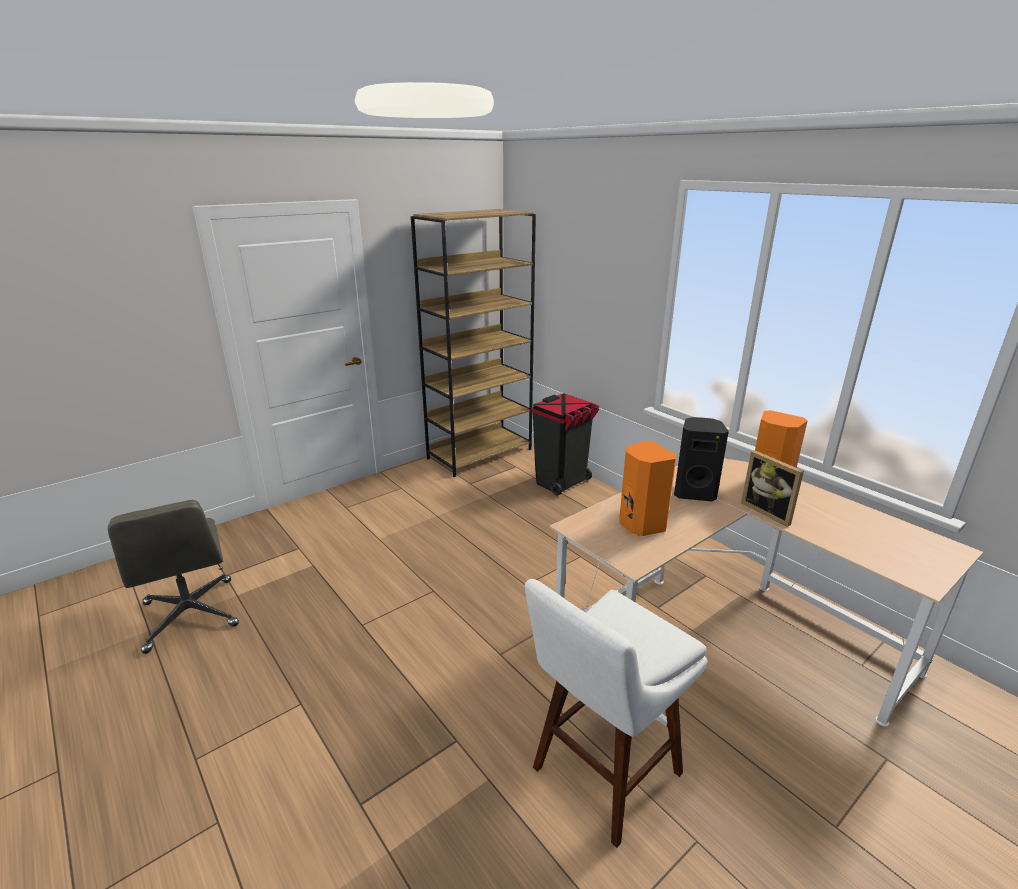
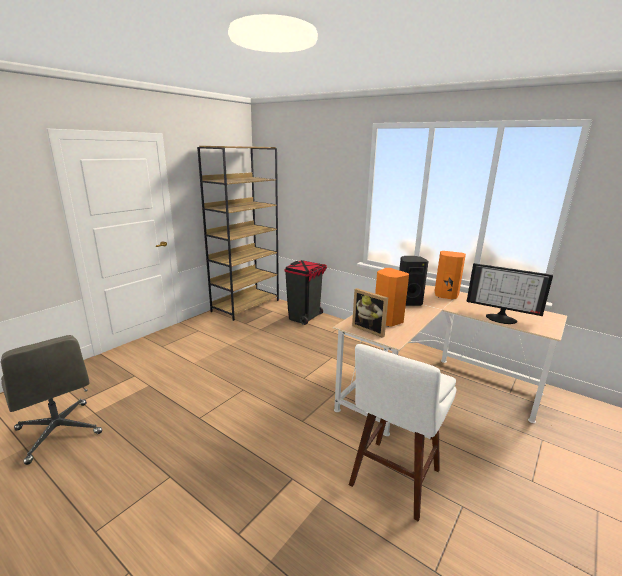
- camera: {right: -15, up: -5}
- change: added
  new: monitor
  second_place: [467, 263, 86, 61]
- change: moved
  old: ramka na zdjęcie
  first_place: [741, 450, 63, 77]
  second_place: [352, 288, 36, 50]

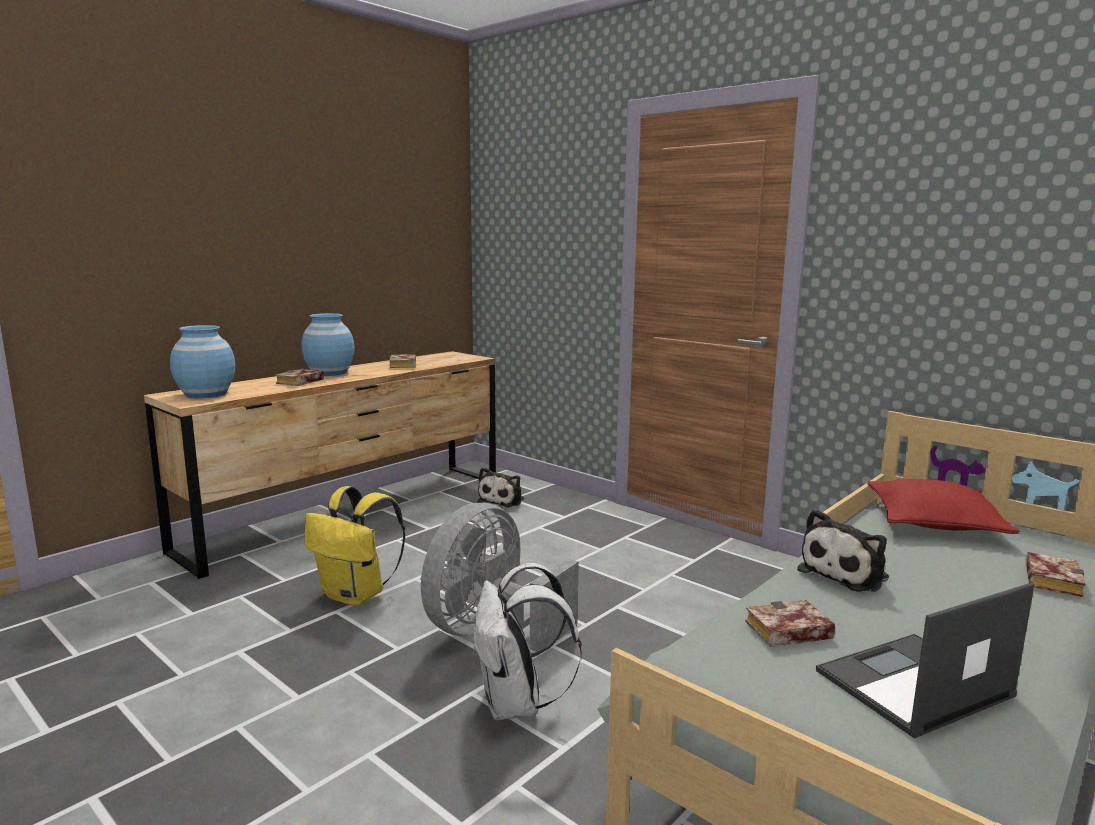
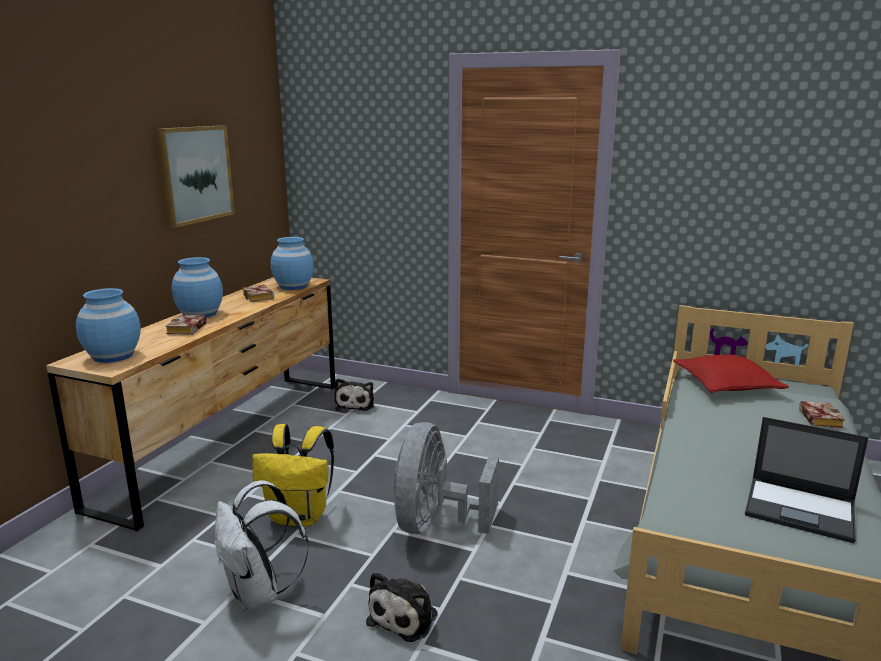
- camera: {right: -20, up: 5}
- change: removed
  old: książka
  first_place: [745, 600, 90, 47]
- change: added
  new: obraz
  second_place: [156, 125, 79, 103]
- change: added
  new: wazon [niebieski]
  second_place: [271, 237, 43, 53]
- change: moved
  old: plecak [biały]
  first_place: [472, 563, 110, 157]
  second_place: [215, 480, 94, 131]
- change: moved
  old: pluszak
  first_place: [797, 509, 92, 83]
  second_place: [366, 572, 72, 70]
- change: turned
  old: laptop
  first_place: [816, 582, 218, 156]
  second_place: [745, 417, 124, 126]
  degrees: -105

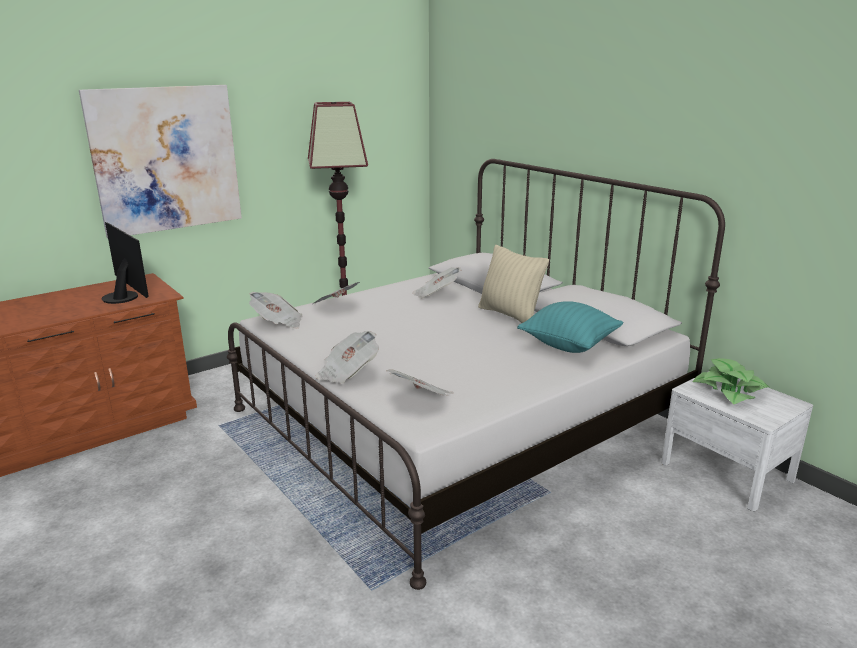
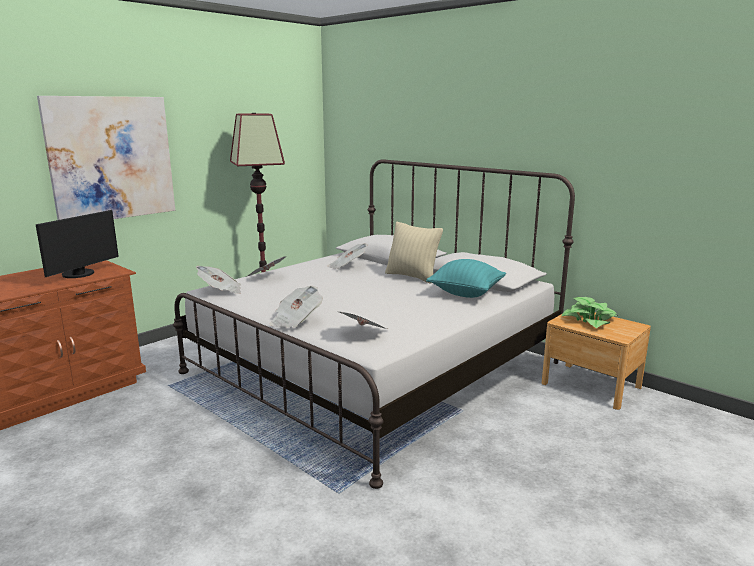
- camera: {right: -10, up: -5}
- change: recoloured
  old: szafka nocna [biały]
  new: szafka nocna [brązowy]
  first_place: [661, 371, 152, 140]
  second_place: [542, 312, 109, 98]
- change: turned
  old: monitor
  first_place: [102, 222, 47, 82]
  second_place: [35, 210, 84, 68]
  degrees: 75

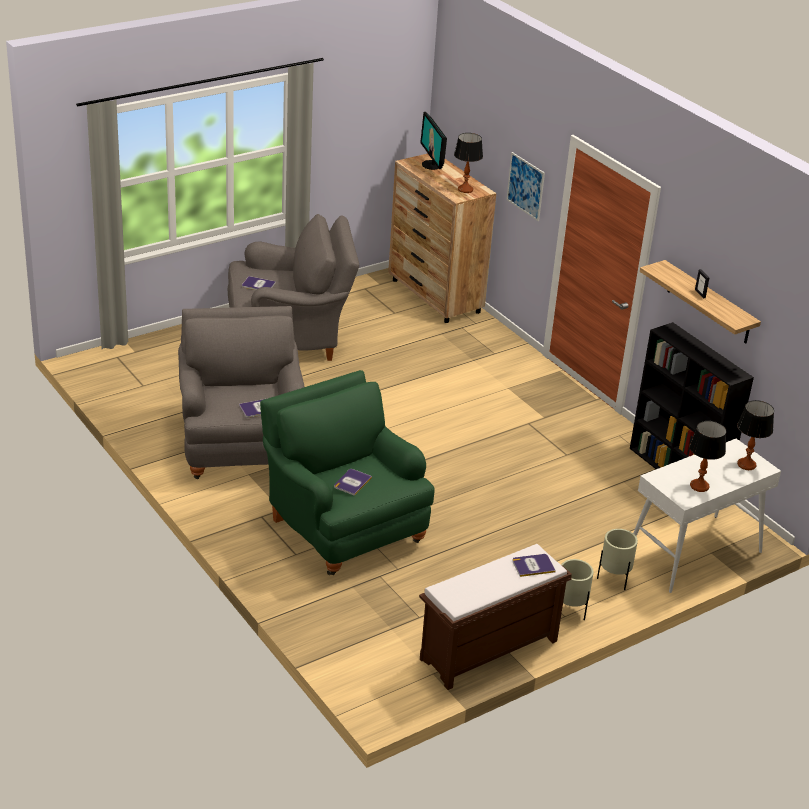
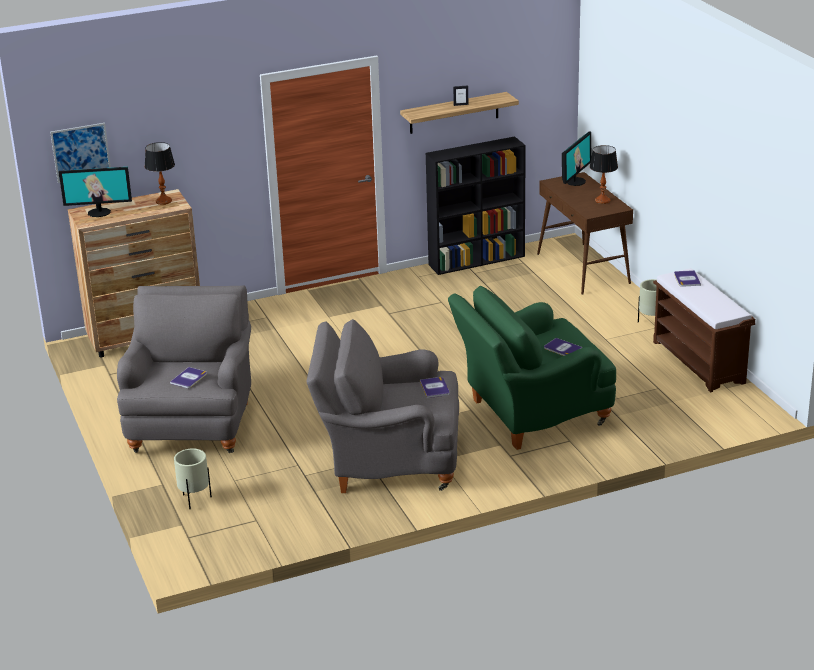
- camera: {right: -75, up: -5}
- change: moved
  old: obraz
  first_place: [506, 152, 39, 69]
  second_place: [50, 123, 61, 60]
- change: moved
  old: donica [beżowy]
  first_place: [597, 529, 41, 61]
  second_place: [174, 448, 38, 61]
- change: replaced
  old: lampa stołowa
  new: monitor
  first_place: [737, 400, 37, 70]
  second_place: [562, 131, 29, 55]
- change: recoloured
  old: stolik konsolowy [biały]
  new: stolik konsolowy [brązowy]
  first_place: [633, 438, 148, 155]
  second_place: [537, 172, 96, 123]

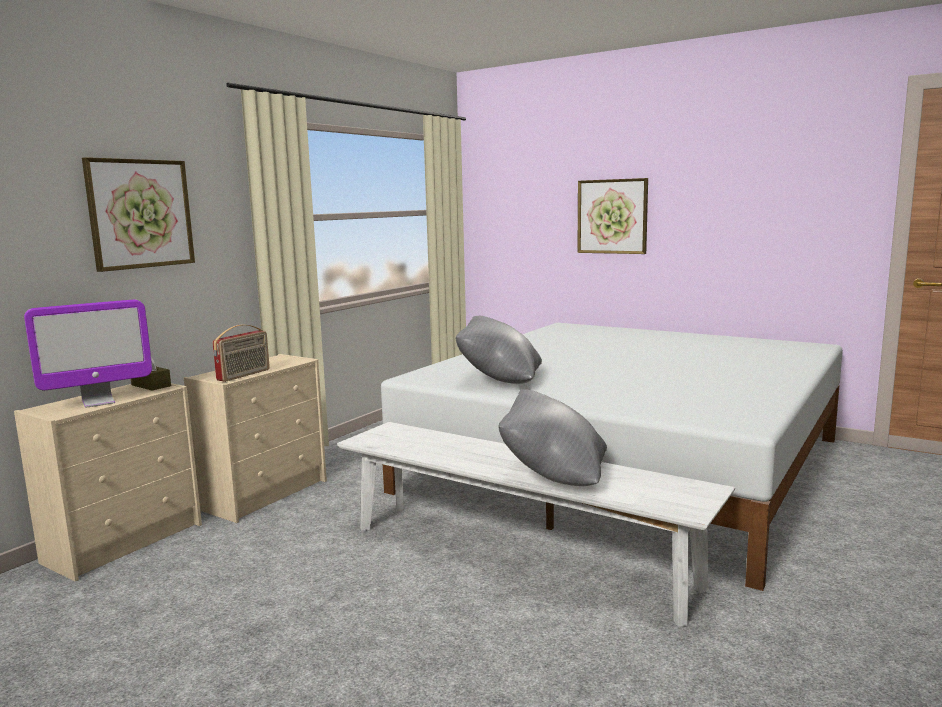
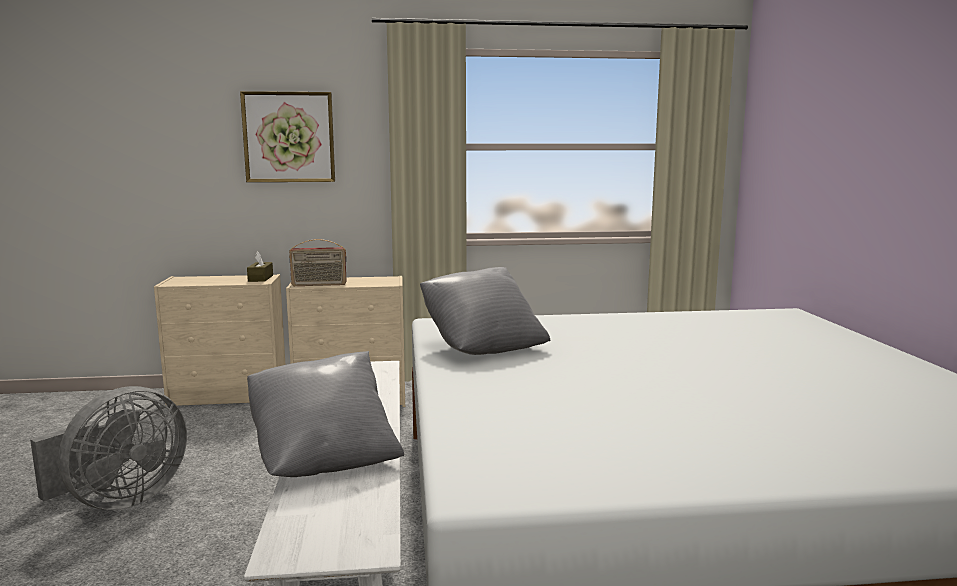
- camera: {right: 50, up: 0}
- change: removed
  old: monitor
  first_place: [24, 300, 128, 108]
- change: removed
  old: obraz
  first_place: [577, 178, 71, 76]
- change: added
  new: wentylator [szary]
  second_place: [30, 386, 157, 124]

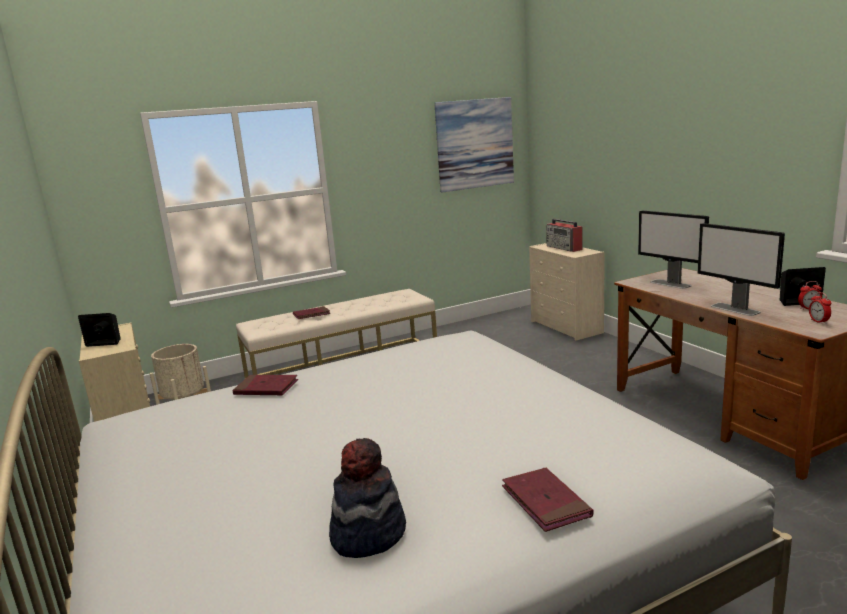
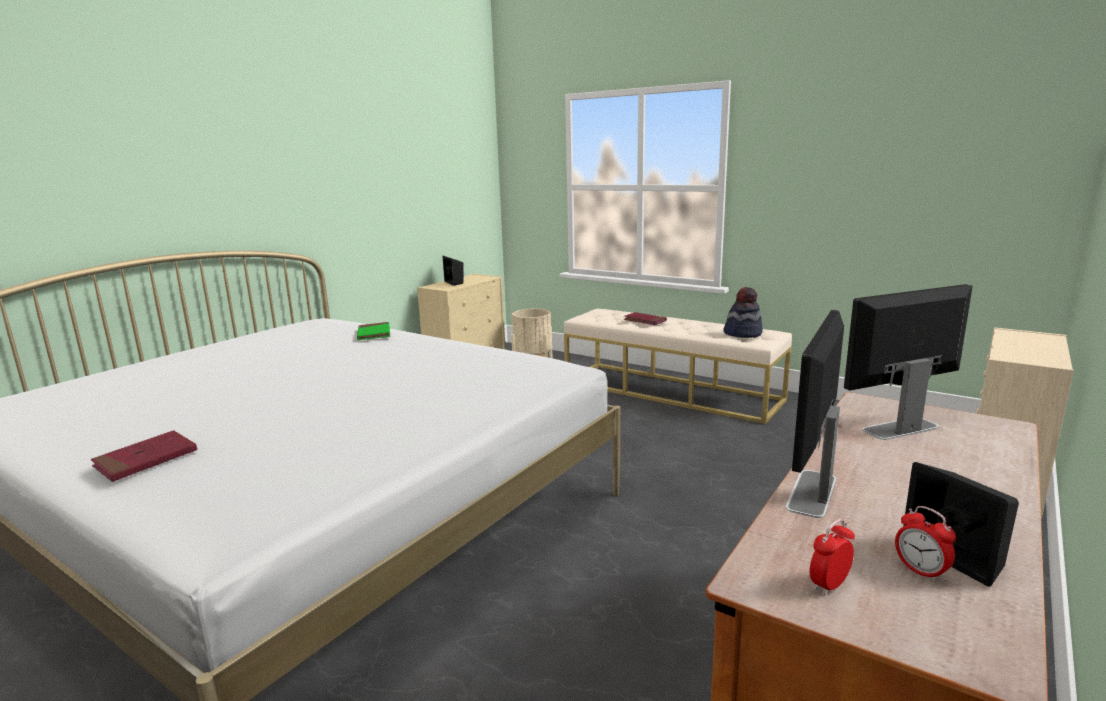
- camera: {right: 60, up: 0}
- change: removed
  old: obraz
  first_place: [434, 97, 80, 96]
- change: removed
  old: radio
  first_place: [546, 219, 37, 33]
- change: moved
  old: kapelusz
  first_place: [329, 438, 77, 120]
  second_place: [723, 287, 40, 51]
- change: recoloured
  old: książka [czerwony]
  new: książka [zielony]
  first_place: [232, 375, 66, 21]
  second_place: [357, 322, 33, 18]
- change: turned
  old: monitor
  first_place: [638, 210, 71, 79]
  second_place: [844, 284, 129, 156]
  degrees: 45

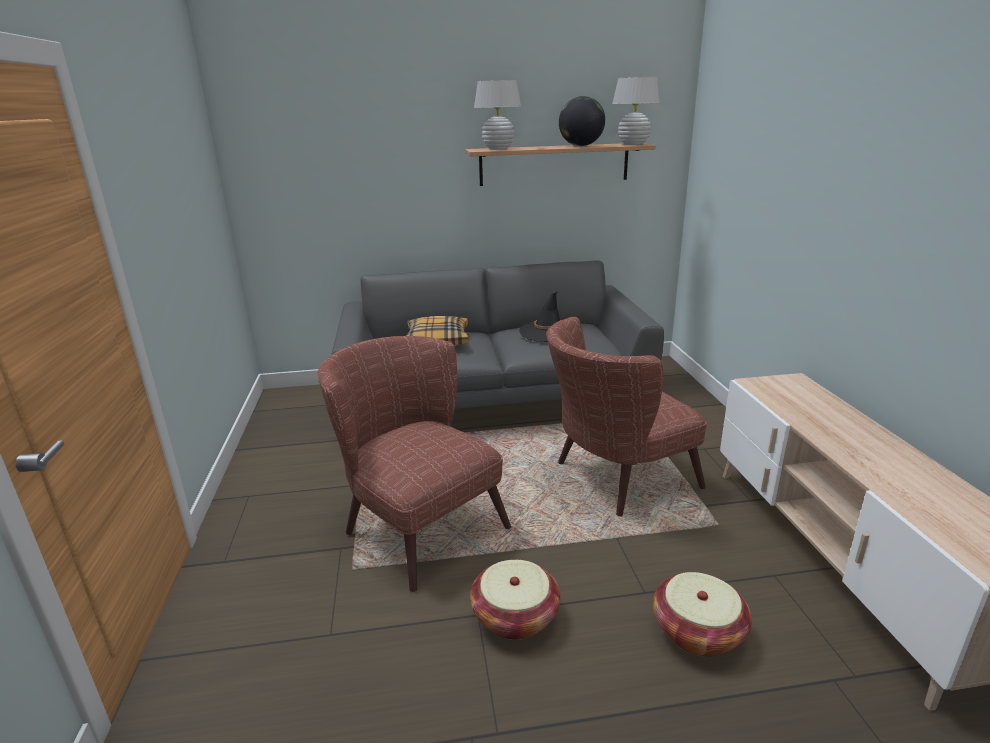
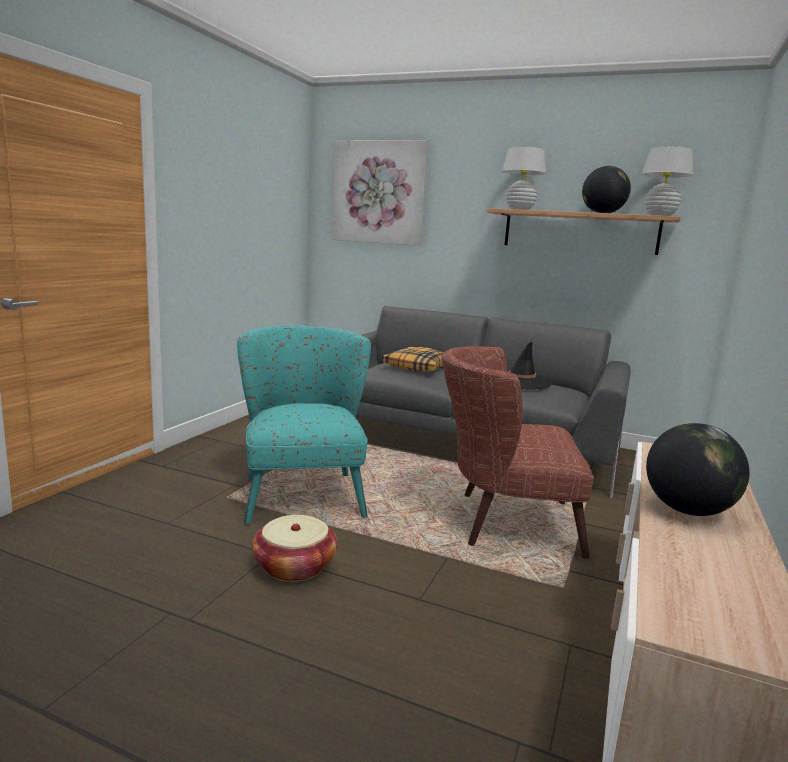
- camera: {right: 30, up: -10}
- change: removed
  old: koszyk
  first_place: [653, 572, 99, 85]
- change: added
  new: obraz
  second_place: [332, 140, 96, 106]
- change: added
  new: globus
  second_place: [646, 423, 104, 93]
- change: recoloured
  old: fotel [brązowy]
  new: fotel [turkusowy]
  first_place: [318, 336, 193, 256]
  second_place: [237, 326, 134, 198]

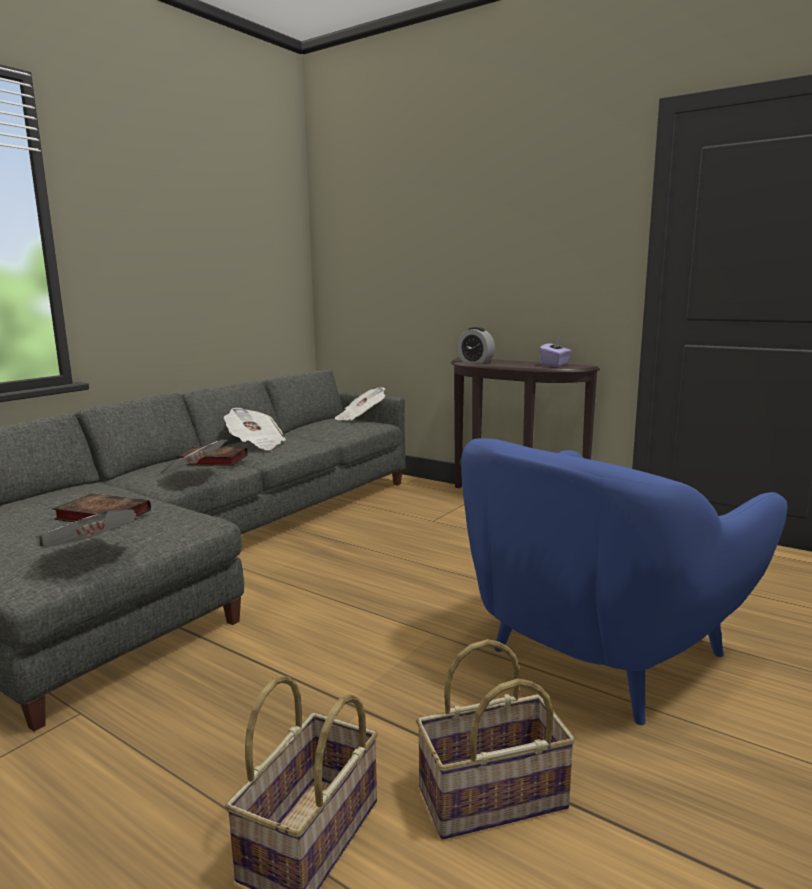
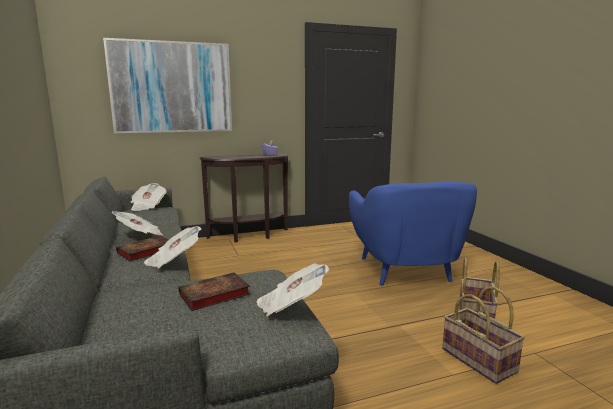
- camera: {right: -55, up: 0}
- change: removed
  old: budzik
  first_place: [457, 327, 38, 37]
- change: added
  new: obraz
  second_place: [103, 38, 129, 95]

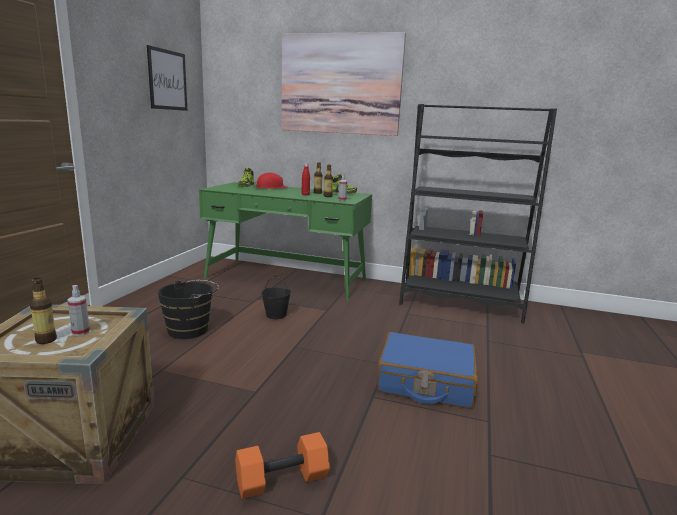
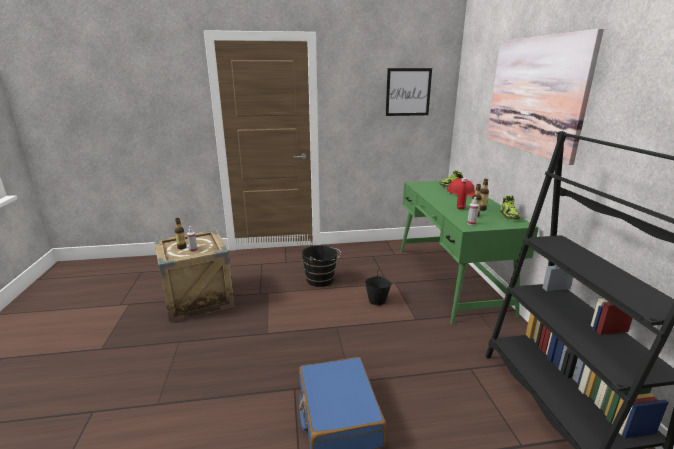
- camera: {right: 65, up: 5}
- change: removed
  old: hantel [pomarańczowy]
  first_place: [235, 432, 95, 67]

